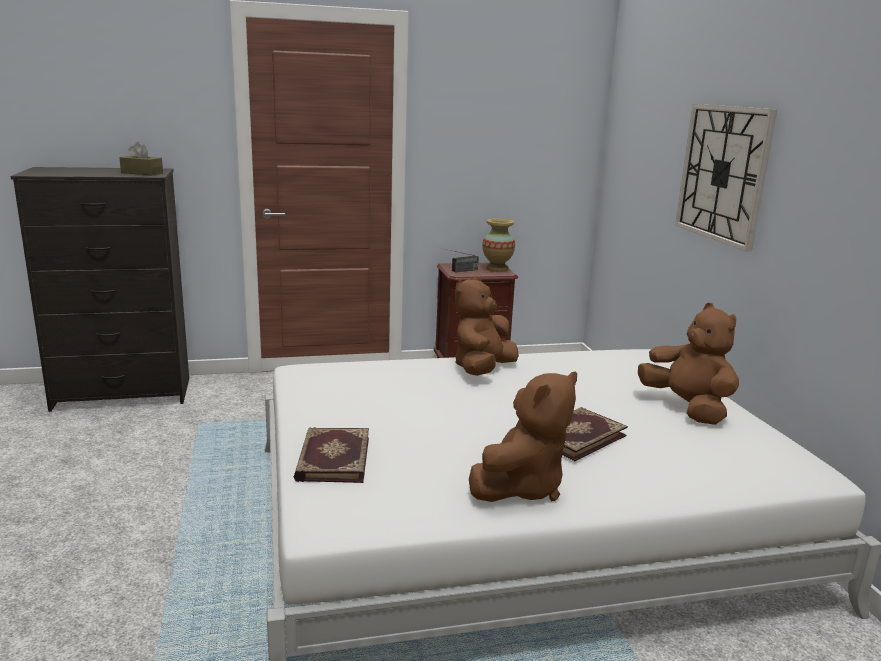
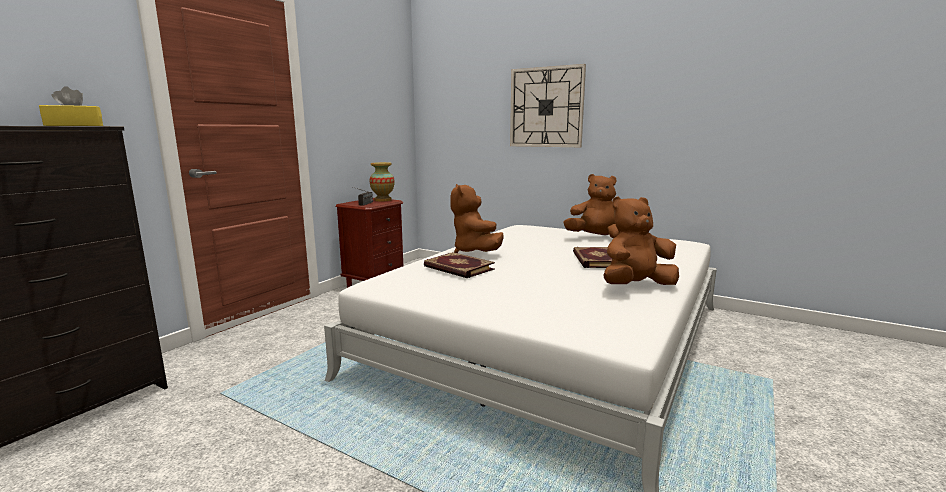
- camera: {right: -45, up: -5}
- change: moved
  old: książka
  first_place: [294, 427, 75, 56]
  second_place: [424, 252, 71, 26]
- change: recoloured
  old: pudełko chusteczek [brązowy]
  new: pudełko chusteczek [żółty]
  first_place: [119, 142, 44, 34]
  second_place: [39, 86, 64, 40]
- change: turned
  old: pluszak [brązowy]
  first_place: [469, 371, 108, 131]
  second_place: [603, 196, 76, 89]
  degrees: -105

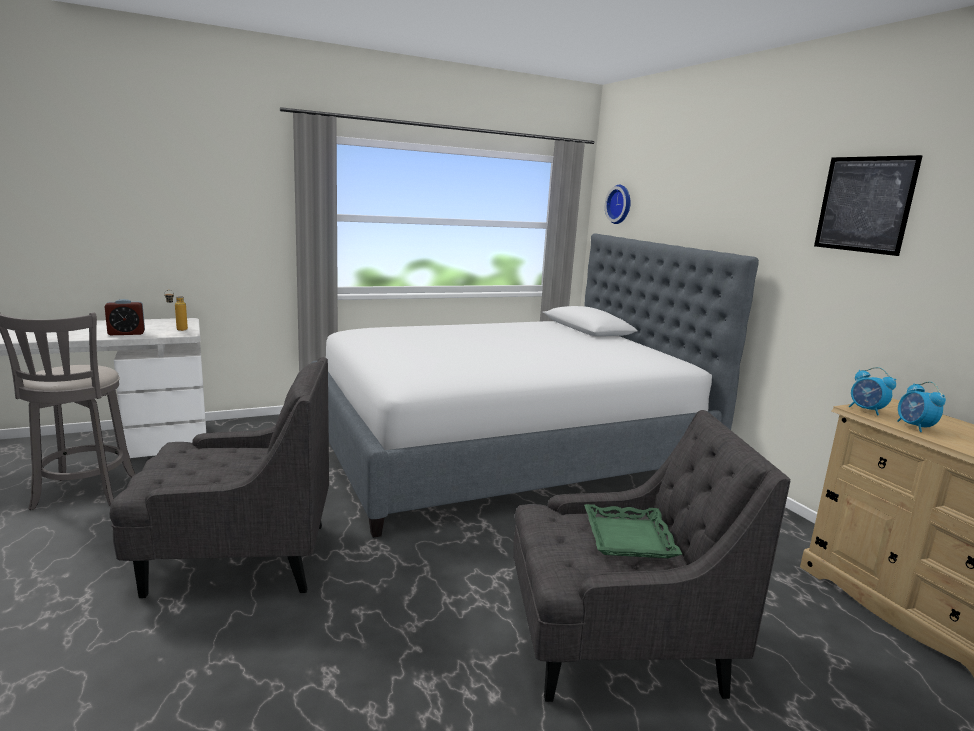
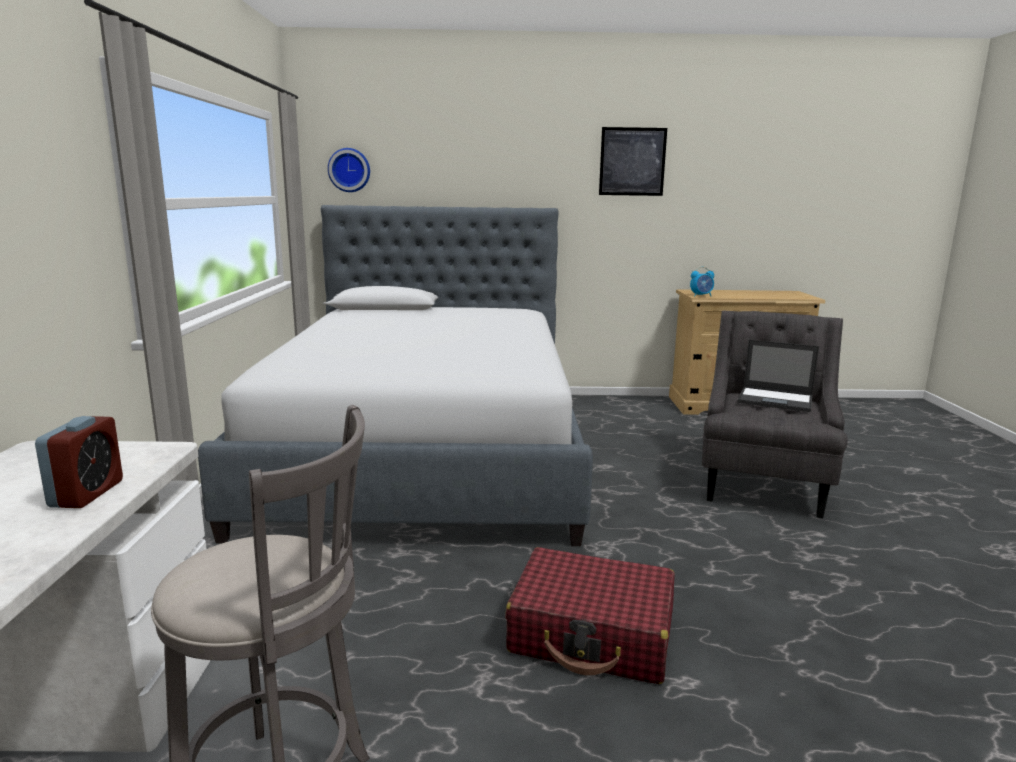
- camera: {right: -65, up: 0}
- change: removed
  old: butelka
  first_place: [164, 290, 24, 41]
- change: removed
  old: budzik
  first_place: [897, 381, 49, 51]
- change: replaced
  old: fotel [szary]
  new: walizka [czerwony]
  first_place: [109, 357, 220, 241]
  second_place: [505, 547, 170, 137]
- change: replaced
  old: taca [zielony]
  new: laptop
  first_place: [584, 504, 98, 54]
  second_place: [738, 340, 81, 72]

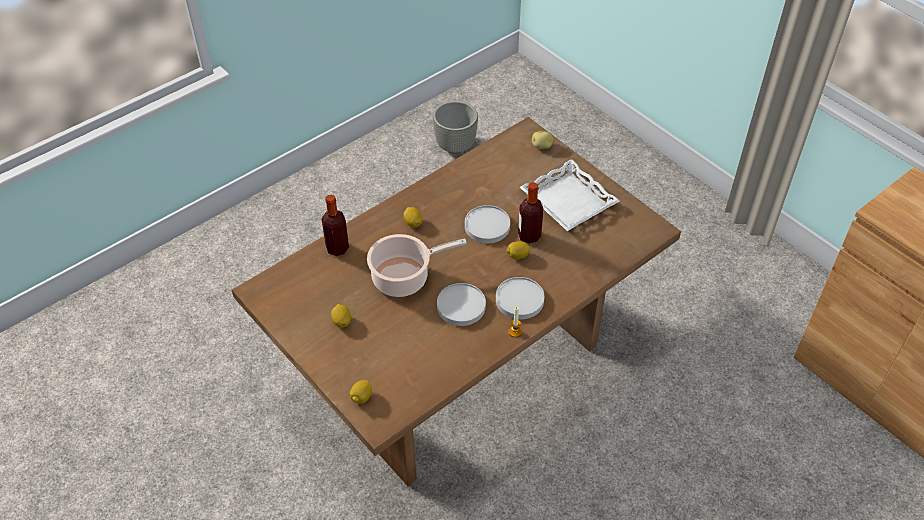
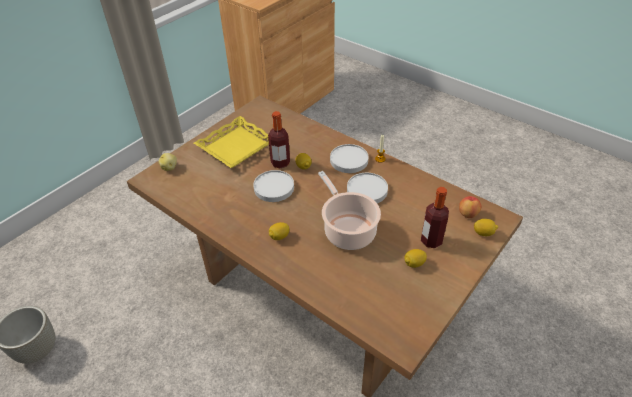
- camera: {right: -100, up: -5}
- change: added
  new: jabłko
  second_place: [459, 196, 23, 22]
- change: moved
  old: butelka
  first_place: [322, 195, 27, 61]
  second_place: [421, 187, 28, 61]
- change: recoloured
  old: taca [biały]
  new: taca [żółty]
  first_place: [520, 159, 100, 72]
  second_place: [194, 116, 75, 52]

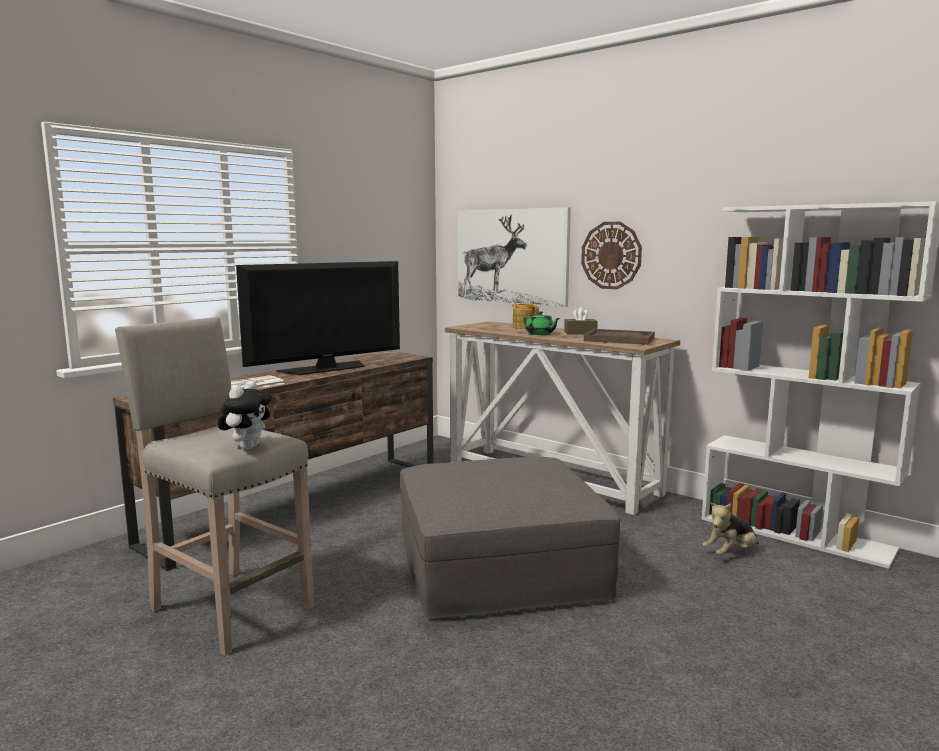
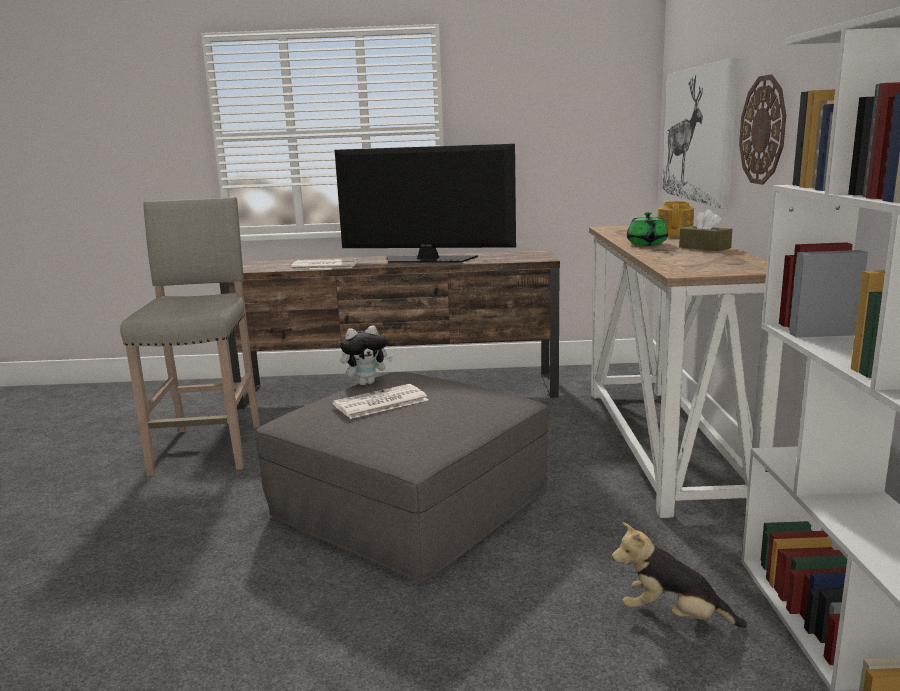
- camera: {right: 50, up: 5}
- change: removed
  old: taca [brązowy]
  first_place: [584, 329, 71, 16]
- change: added
  new: gazeta
  second_place: [332, 384, 96, 35]
- change: moved
  old: pluszak
  first_place: [217, 381, 55, 69]
  second_place: [340, 326, 53, 59]

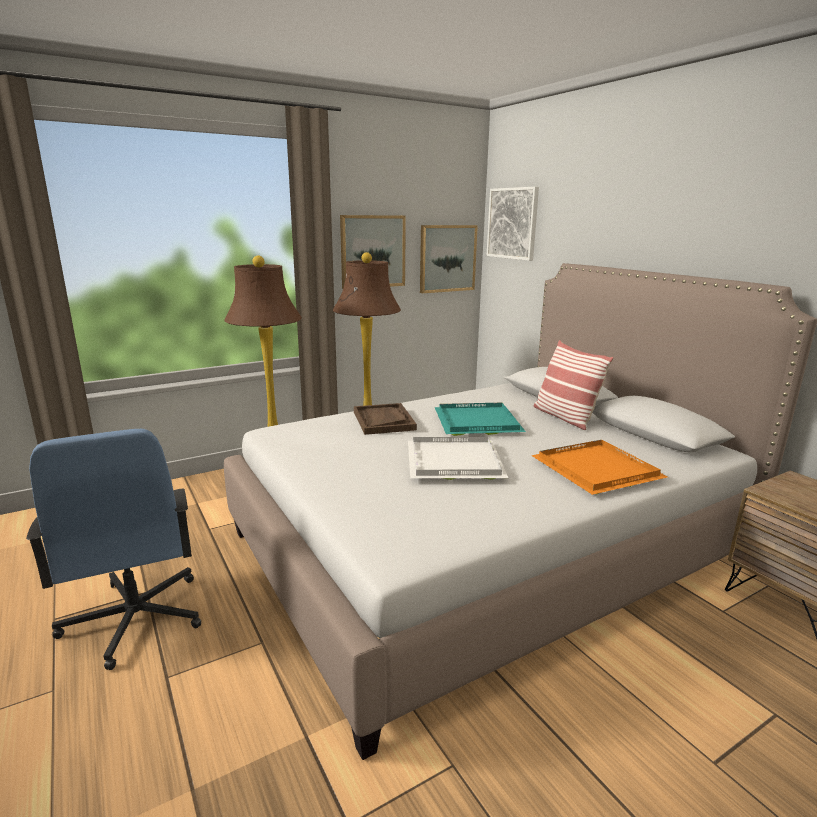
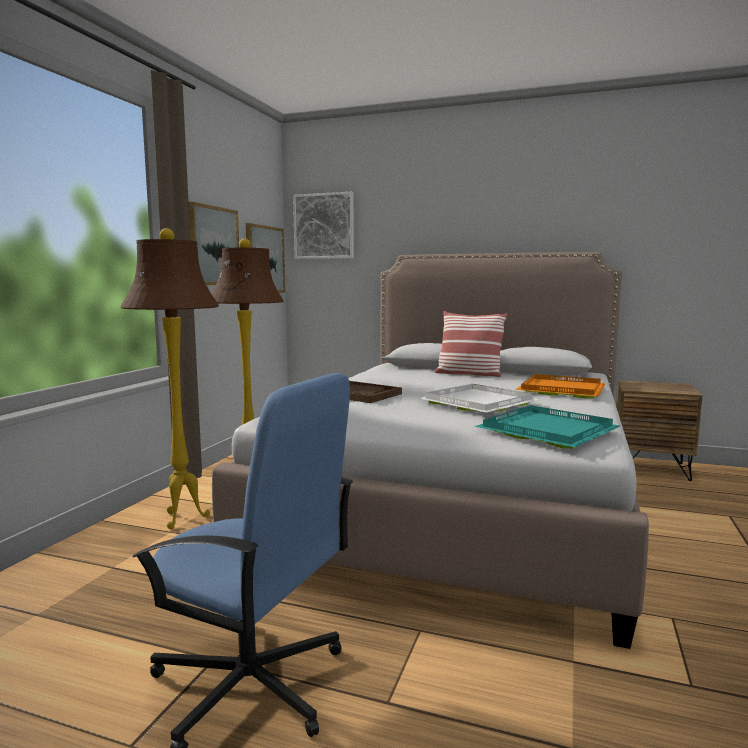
- camera: {right: -40, up: -10}
- change: moved
  old: taca [turkusowy]
  first_place: [435, 403, 91, 33]
  second_place: [474, 405, 146, 44]

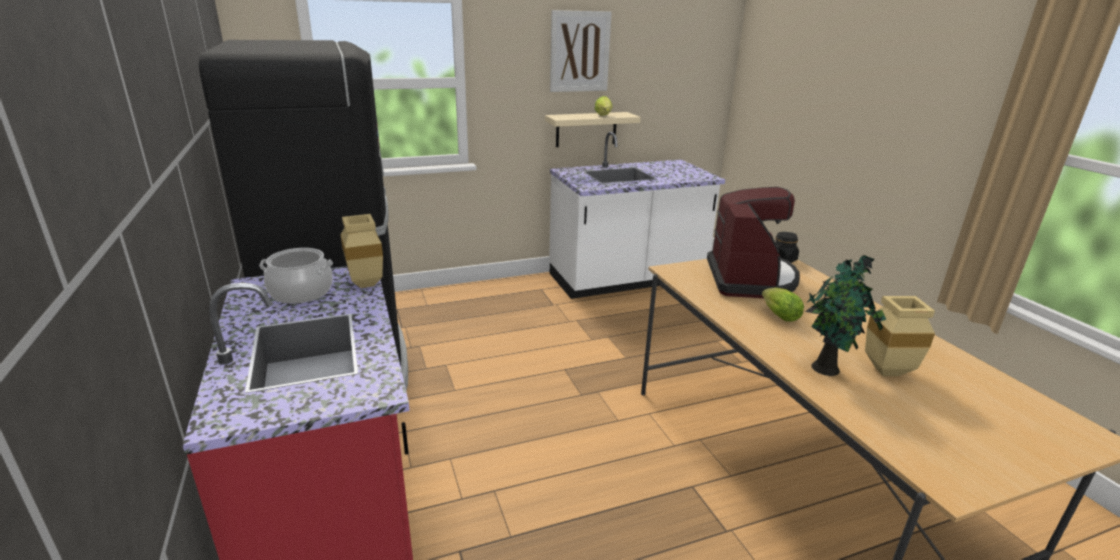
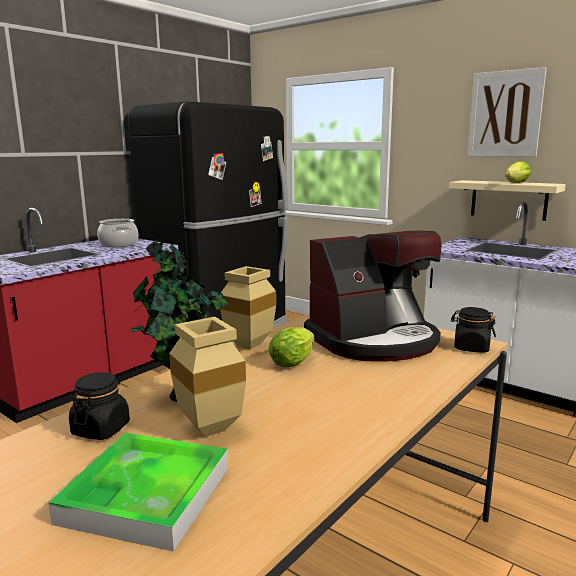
- camera: {right: 60, up: -10}
- change: added
  new: taca
  second_place: [49, 433, 179, 119]
- change: added
  new: słoik [czarny]
  second_place: [69, 372, 61, 68]
- change: moved
  old: wazon [beżowy]
  first_place: [341, 214, 42, 74]
  second_place: [220, 266, 56, 83]

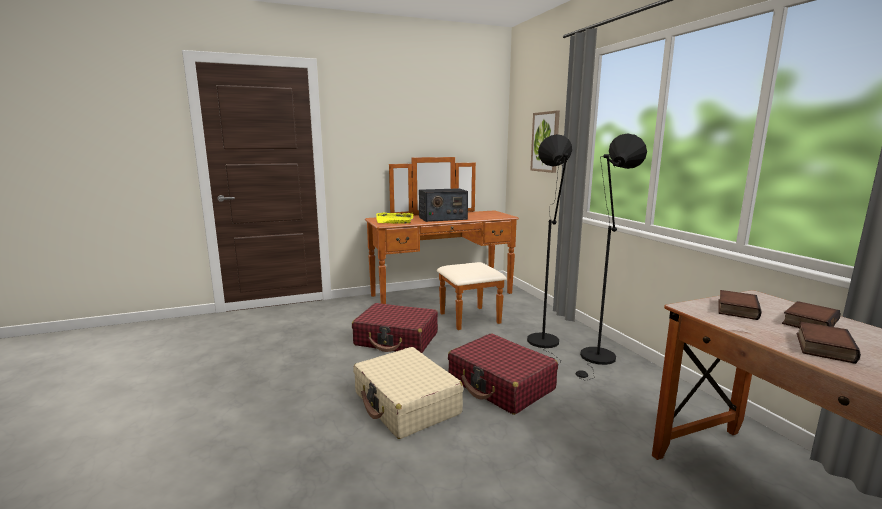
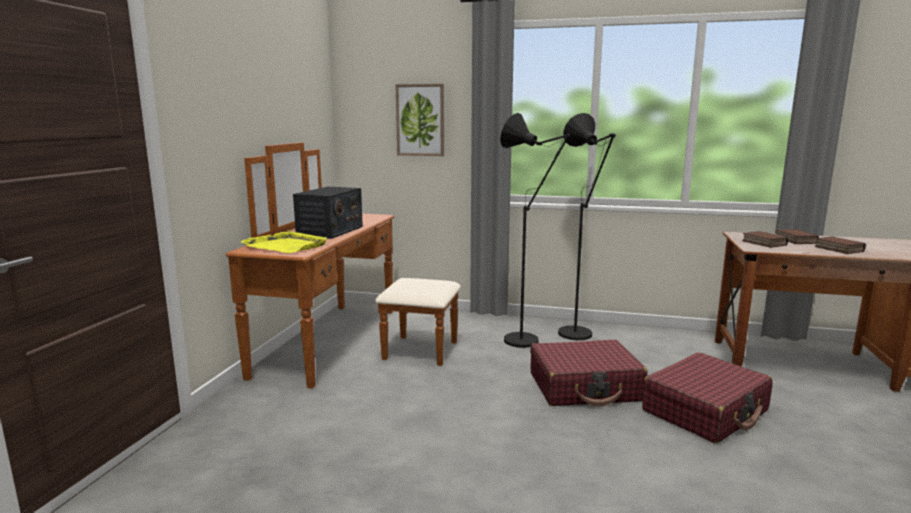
- camera: {right: -55, up: 0}
- change: removed
  old: walizka [beżowy]
  first_place: [353, 347, 110, 92]
- change: moved
  old: walizka [czerwony]
  first_place: [352, 303, 86, 50]
  second_place: [642, 352, 131, 91]

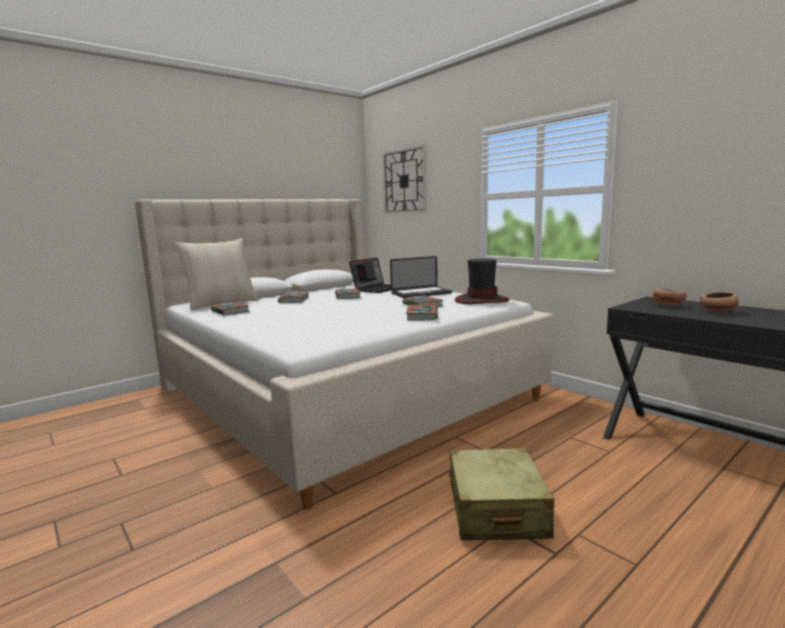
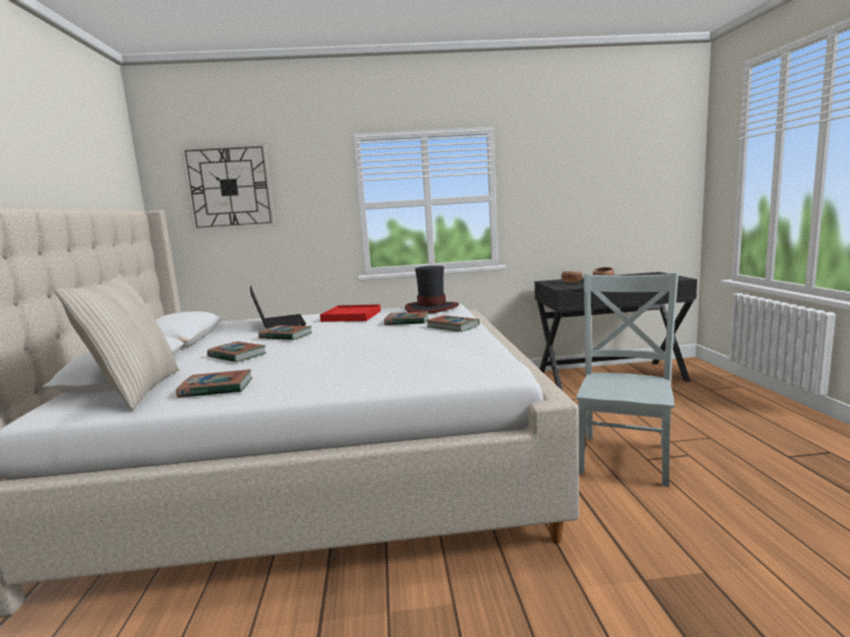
- camera: {right: -55, up: 0}
- change: replaced
  old: laptop
  new: taca [czerwony]
  first_place: [390, 256, 62, 42]
  second_place: [320, 304, 61, 18]
- change: replaced
  old: walizka [beżowy]
  new: krzesło [szary]
  first_place: [448, 448, 107, 92]
  second_place: [576, 272, 103, 215]

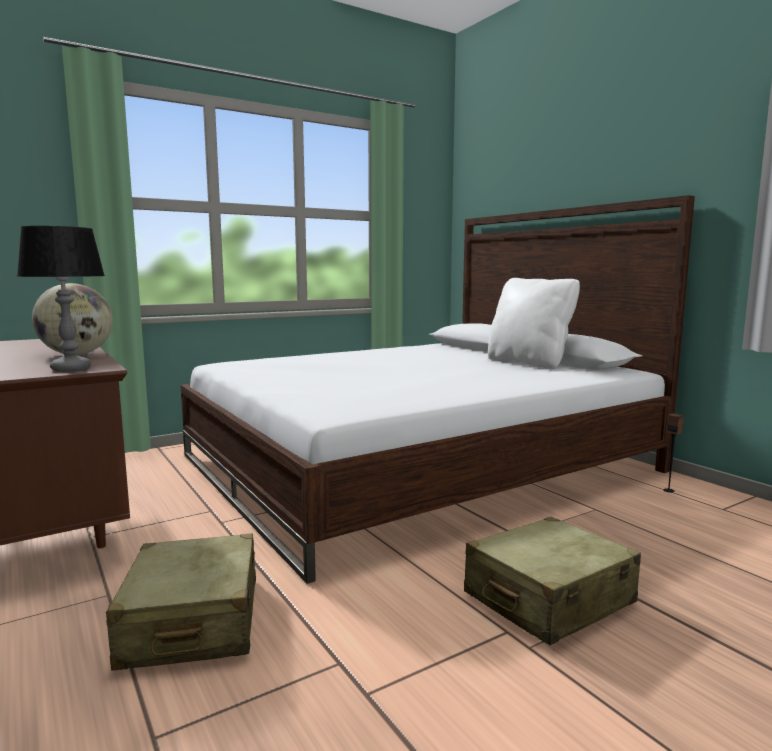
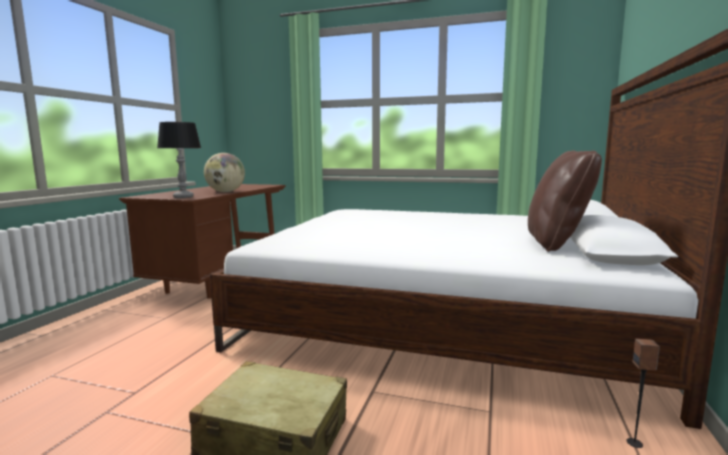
- camera: {right: 50, up: 0}
- change: removed
  old: walizka [beżowy]
  first_place: [106, 534, 150, 137]
- change: recoloured
  old: poduszka [biały]
  new: poduszka [brązowy]
  first_place: [488, 278, 92, 91]
  second_place: [528, 150, 74, 102]

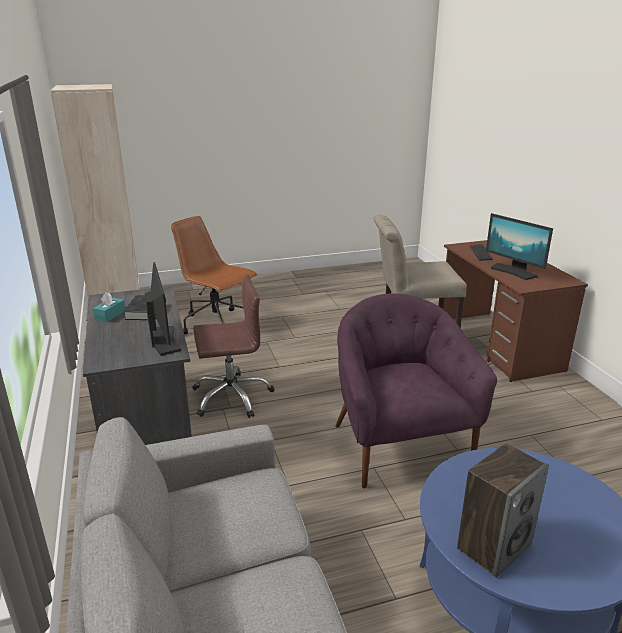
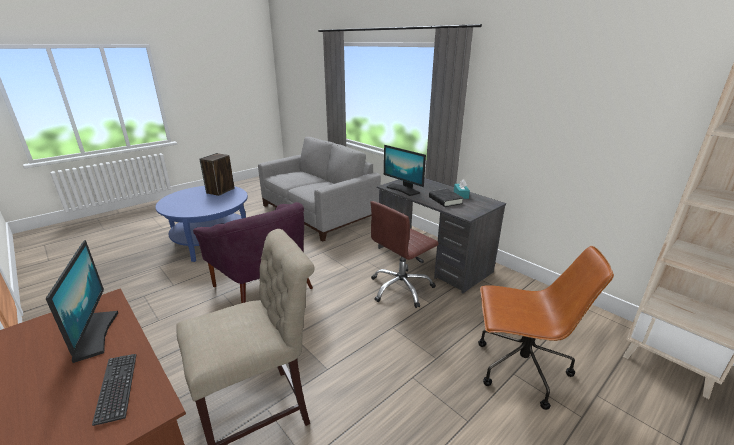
- camera: {right: 155, up: 0}
- change: turned
  old: monitor
  first_place: [486, 213, 67, 67]
  second_place: [46, 240, 72, 123]
  degrees: 45

